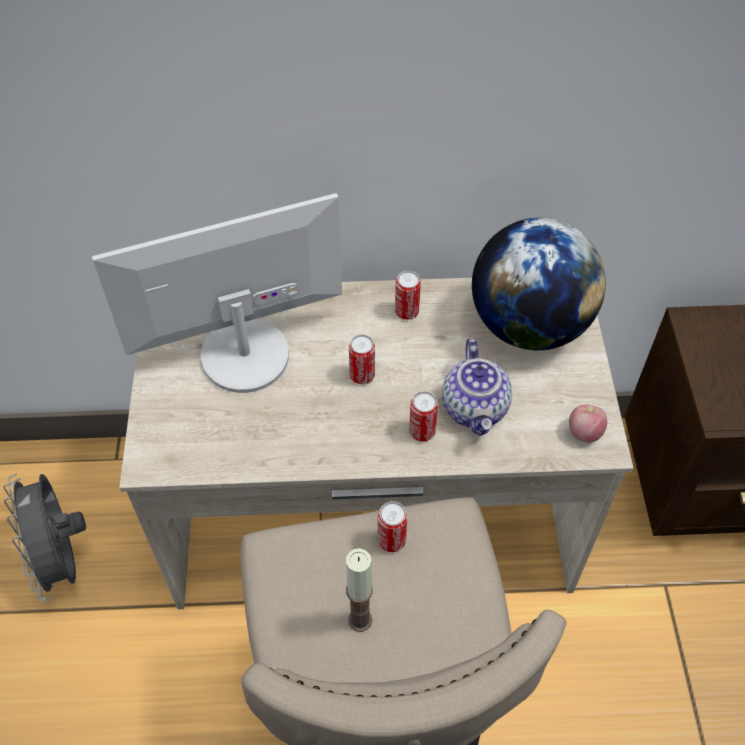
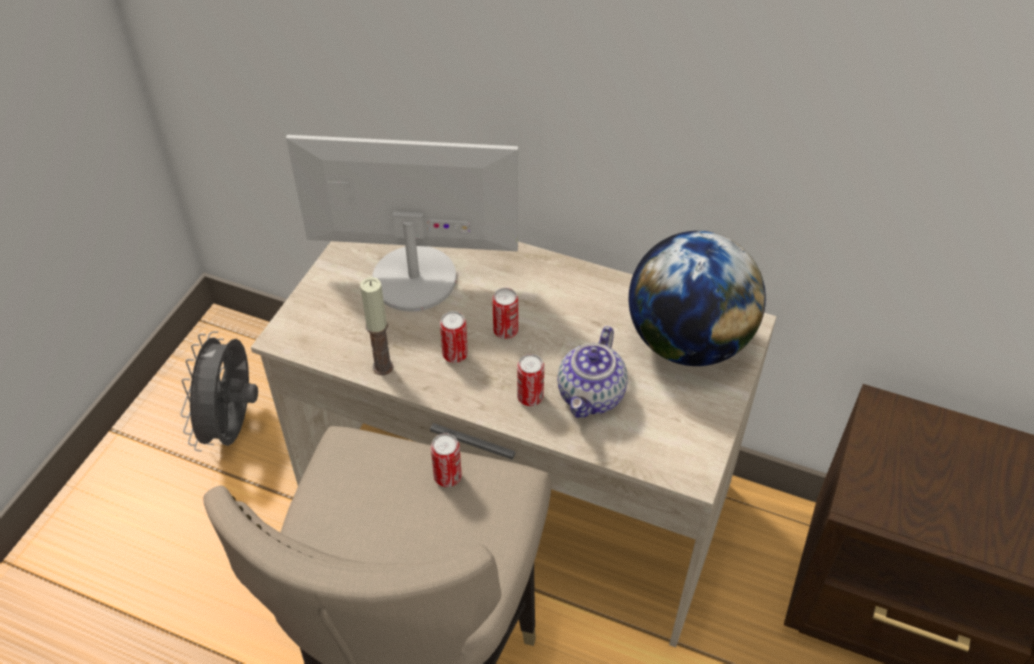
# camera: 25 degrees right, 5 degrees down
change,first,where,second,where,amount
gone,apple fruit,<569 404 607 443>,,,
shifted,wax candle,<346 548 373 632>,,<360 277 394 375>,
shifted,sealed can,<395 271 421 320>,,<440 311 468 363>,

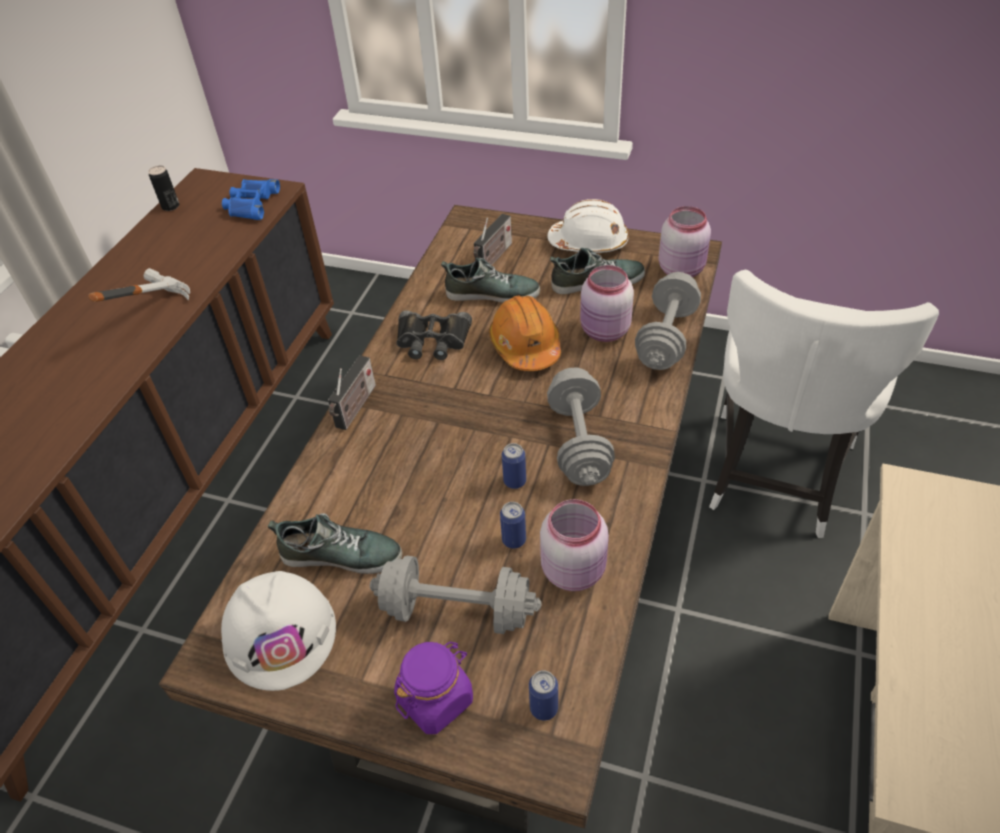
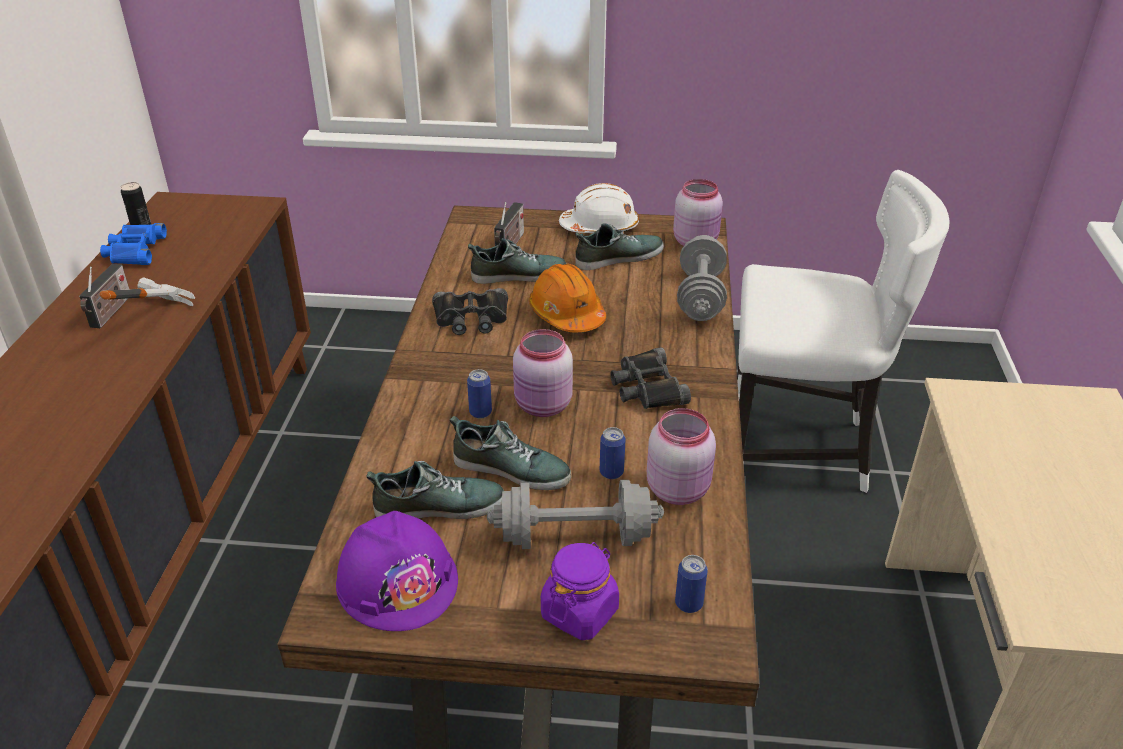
# camera: 15 degrees left, 10 degrees down
change,first,where,second,where,amount
new,,,item of footwear,<450 416 571 490>,
shifted,bluish field glasses,<222 179 280 220>,,<100 223 167 265>,
shifted,radio,<328 355 376 430>,,<79 264 130 328>,
shifted,sealed can,<502 443 526 489>,,<467 369 492 419>,
shifted,pinkish storage jar,<580 265 634 342>,,<513 329 573 417>,
swapped,gray dumbbell,<547 368 615 486>,black field glasses,<610 347 691 409>,
repainted,white-coloured work helmet,<221 571 336 691>,purplish work helmet,<336 511 458 631>,
rotated,white-coloured plain chair,<709 270 939 538>,,<737 170 950 493>,90 degrees counterclockwise

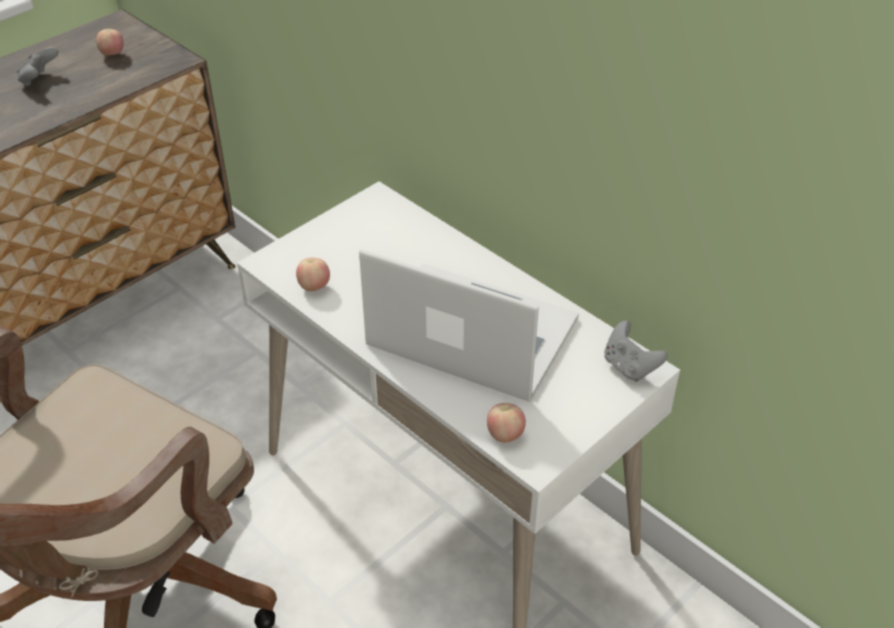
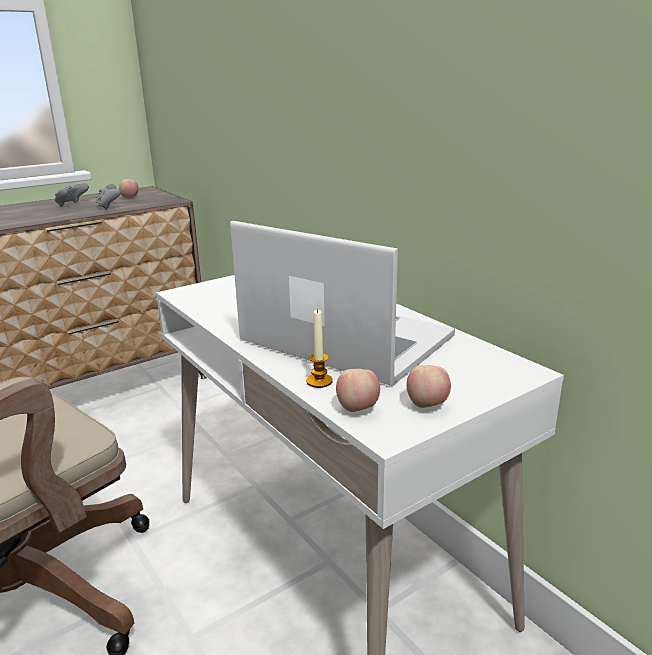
# camera: 10 degrees right, 20 degrees down
change,first,where,second,where,amount
new,,,wax candle,<306 309 333 388>,
shifted,apple fruit,<296 258 330 291>,,<407 365 451 408>,
shifted,gray gamepad,<604 321 668 382>,,<96 184 121 210>,

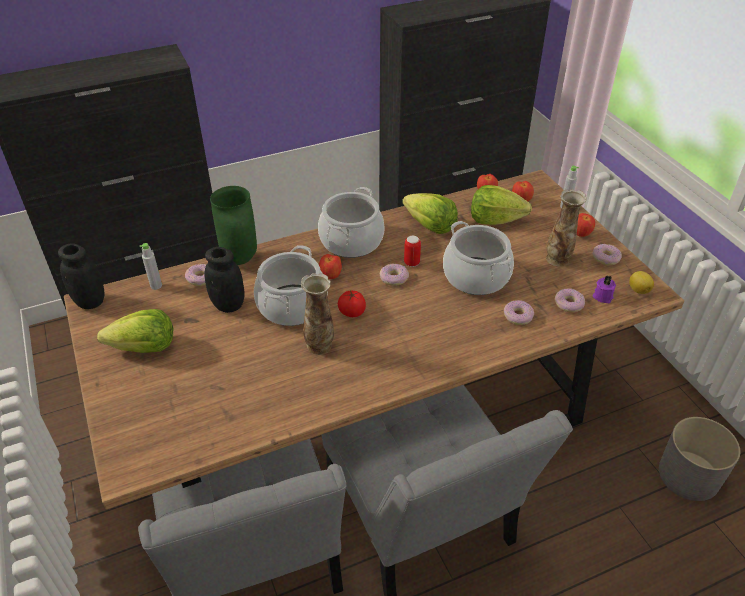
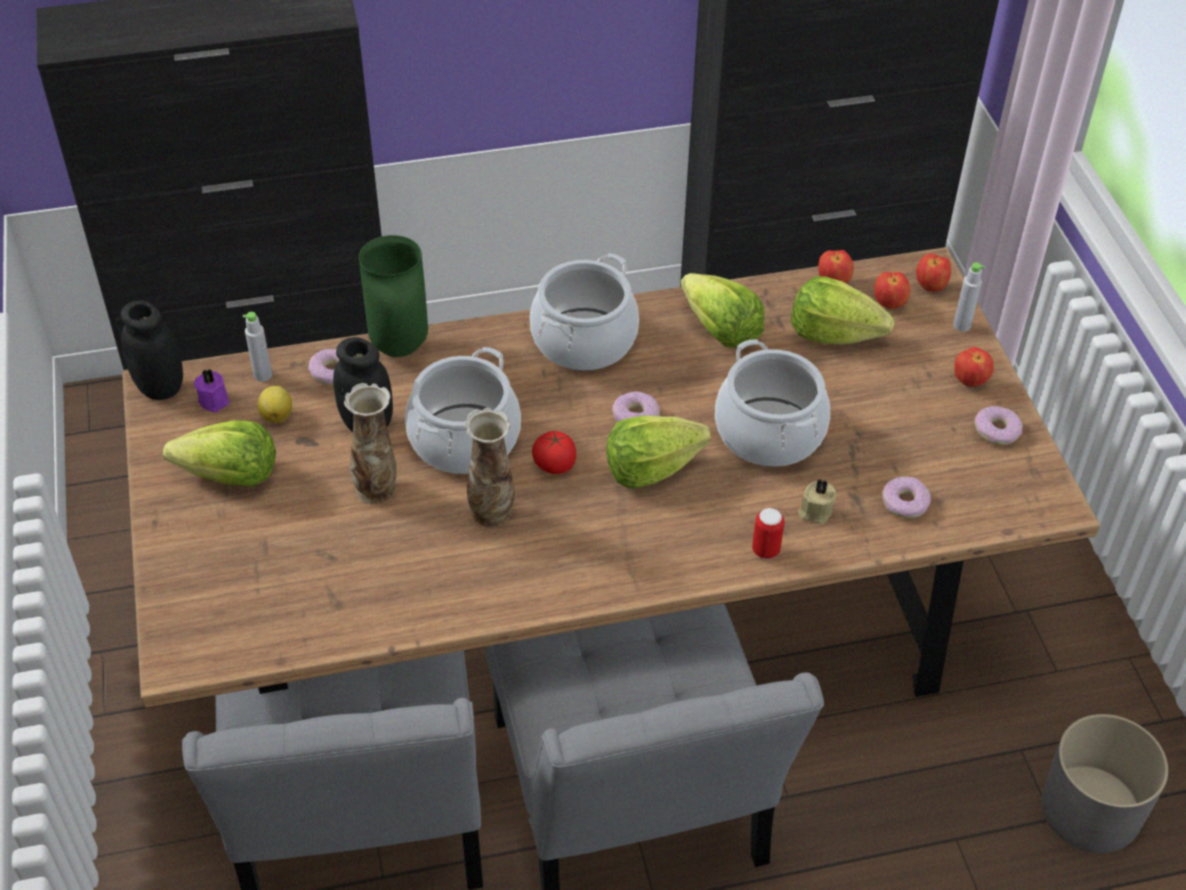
# camera: 10 degrees right, 5 degrees up
change,first,where,second,where,amount
new,,,lettuce,<606 415 711 488>,
shifted,apple fruit,<319 254 342 279>,,<916 253 951 292>,
shifted,sealed can,<404 236 421 267>,,<752 508 784 559>,
shifted,vase,<546 189 587 267>,,<344 383 397 504>,
shifted,purplish wax candle,<592 275 616 303>,,<194 369 230 412>,
shifted,citrus fruit,<629 271 654 294>,,<258 386 292 423>,
swapped,doughnut,<504 300 534 325>,beige wax candle,<798 479 836 524>,

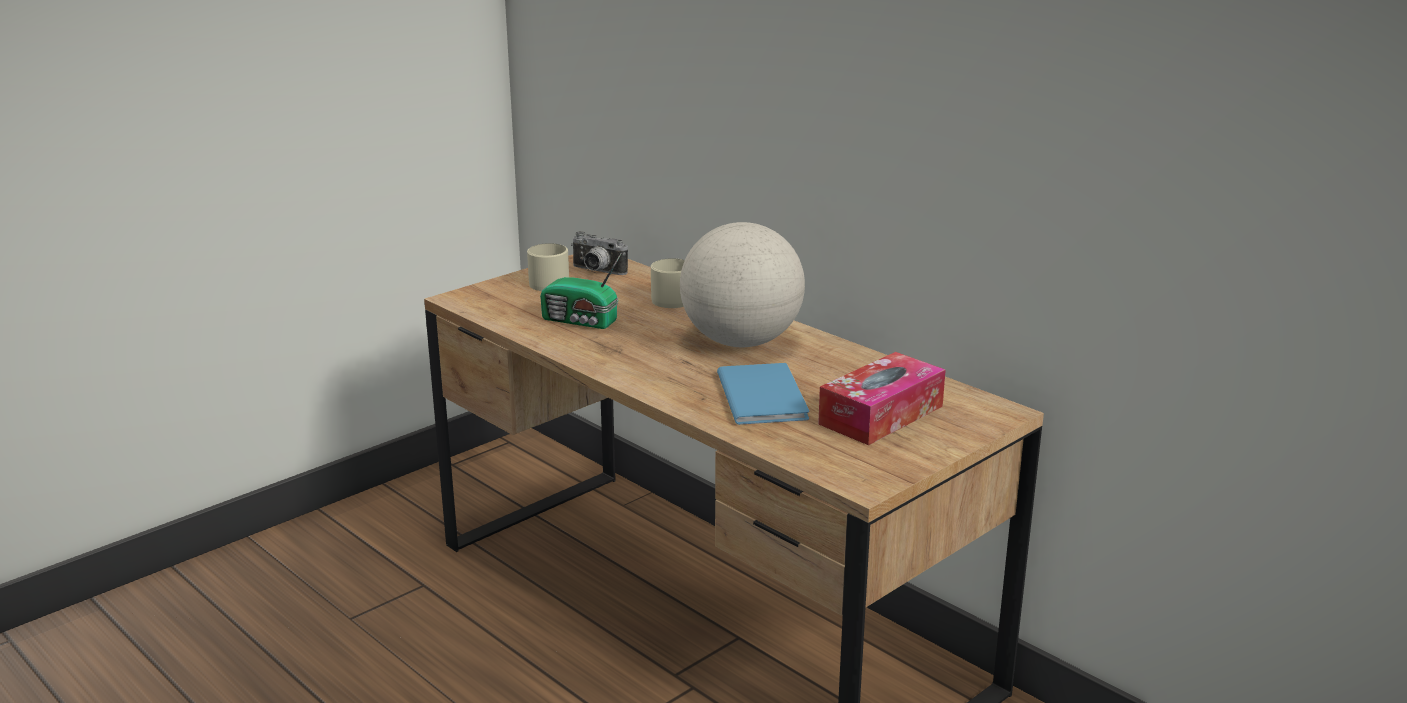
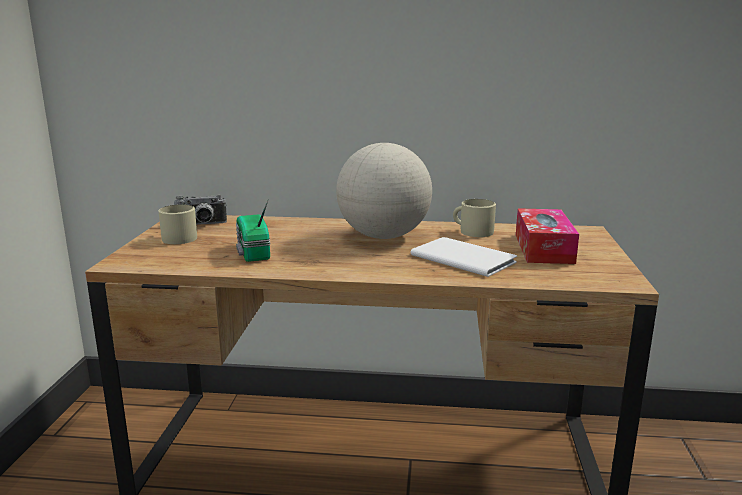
# camera: 40 degrees left, 5 degrees down
change,first,where,second,where,amount
shifted,beige tea mug,<651 258 685 308>,,<453 199 496 237>,
repainted,bluish bound book,<717 363 810 425>,white-coloured bound book,<410 237 517 277>,
rotated,radio,<540 252 622 329>,,<236 199 271 262>,90 degrees clockwise

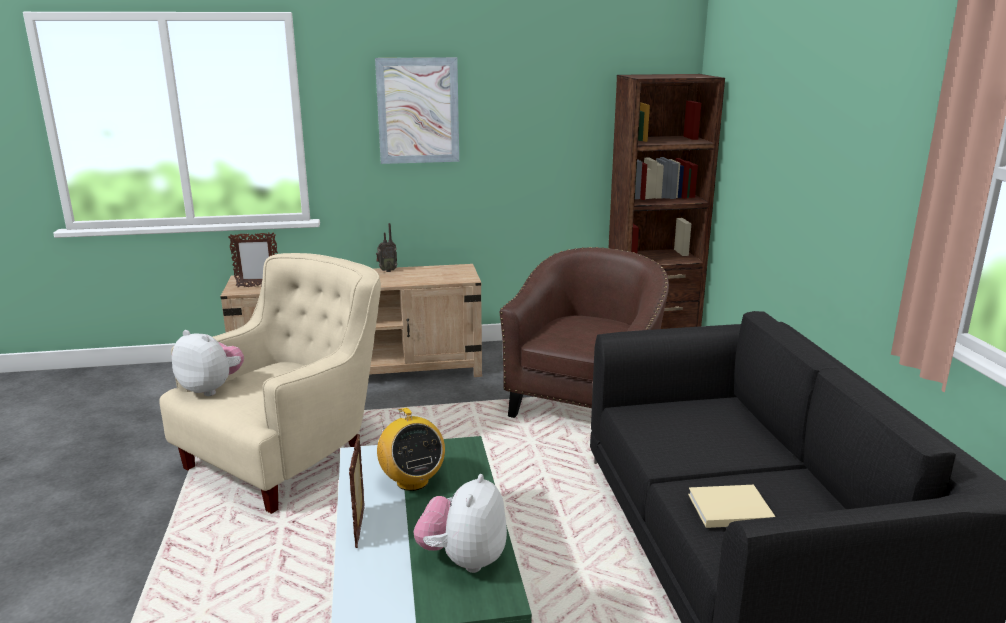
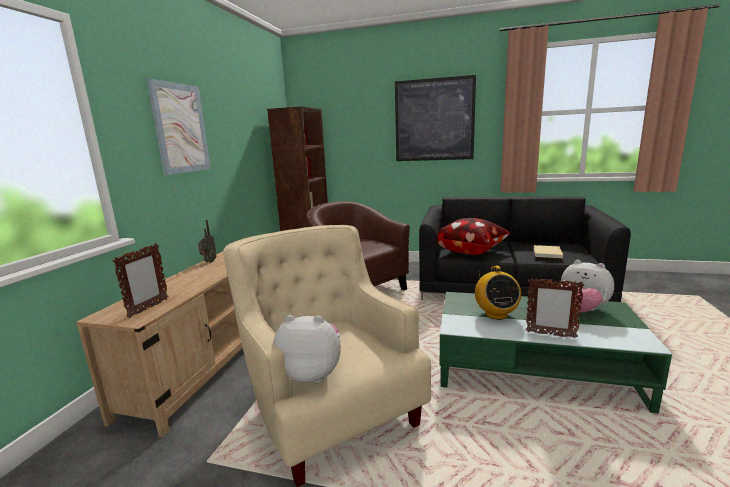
# camera: 65 degrees left, 5 degrees down
change,first,where,second,where,amount
new,,,picture,<395 75 476 161>,
new,,,cushion,<438 218 510 255>,
rotated,soft toy,<172 330 244 396>,,<273 315 341 383>,45 degrees clockwise
rotated,radio,<377 408 445 491>,,<475 266 521 320>,90 degrees clockwise

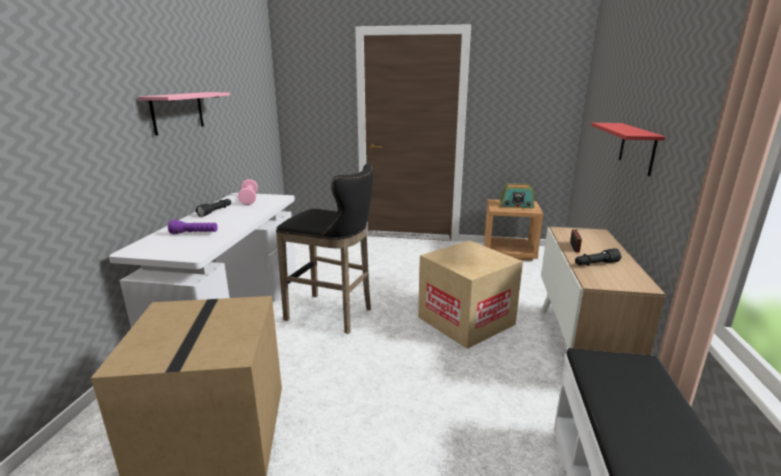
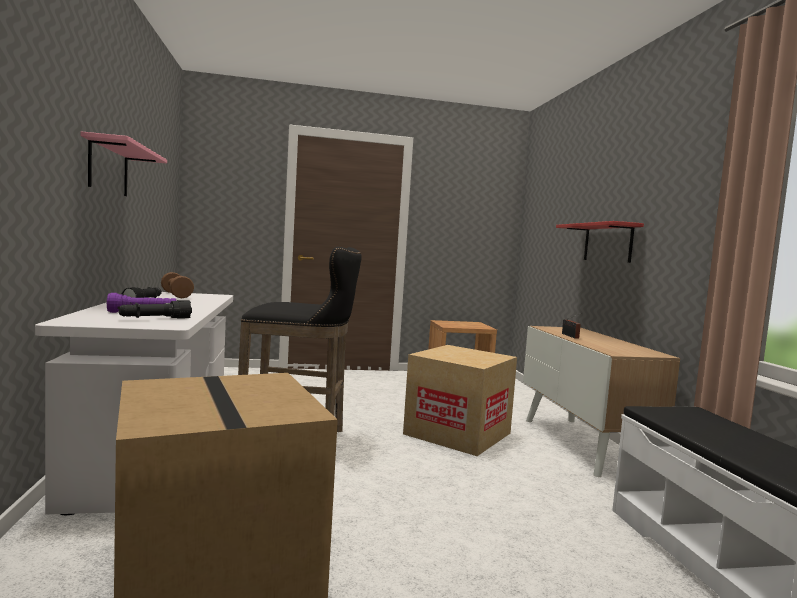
# camera: 20 degrees left, 15 degrees down
change,first,where,second,where,amount
gone,radio,<500 183 535 209>,,,
shifted,black torch,<575 248 621 266>,,<119 300 192 319>,
repainted,pinkish dumbbell,<238 179 258 205>,brownish dumbbell,<161 272 194 298>,

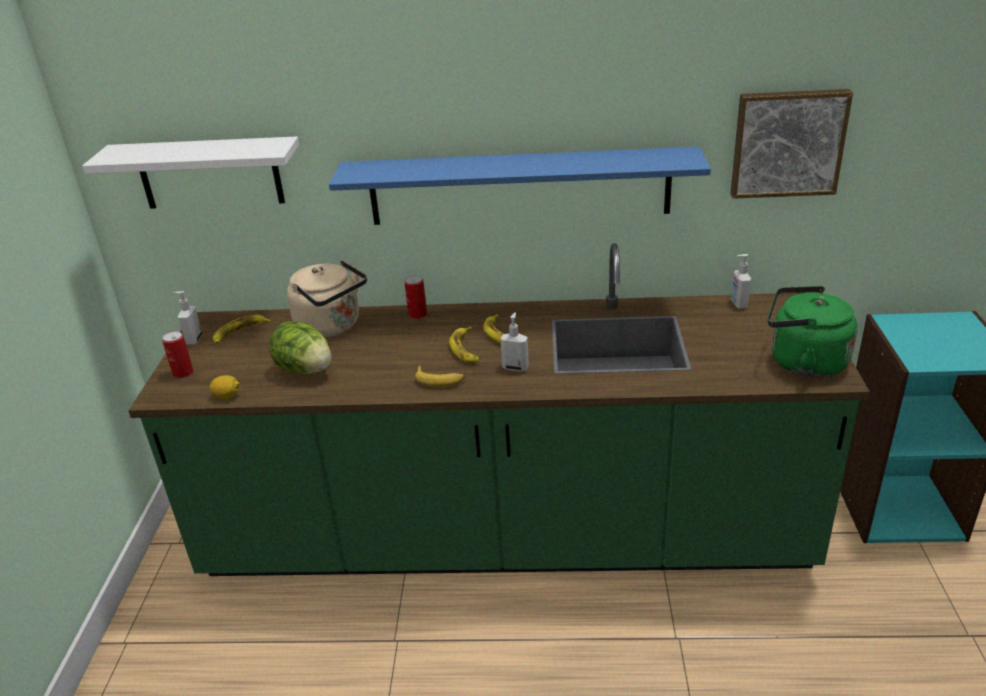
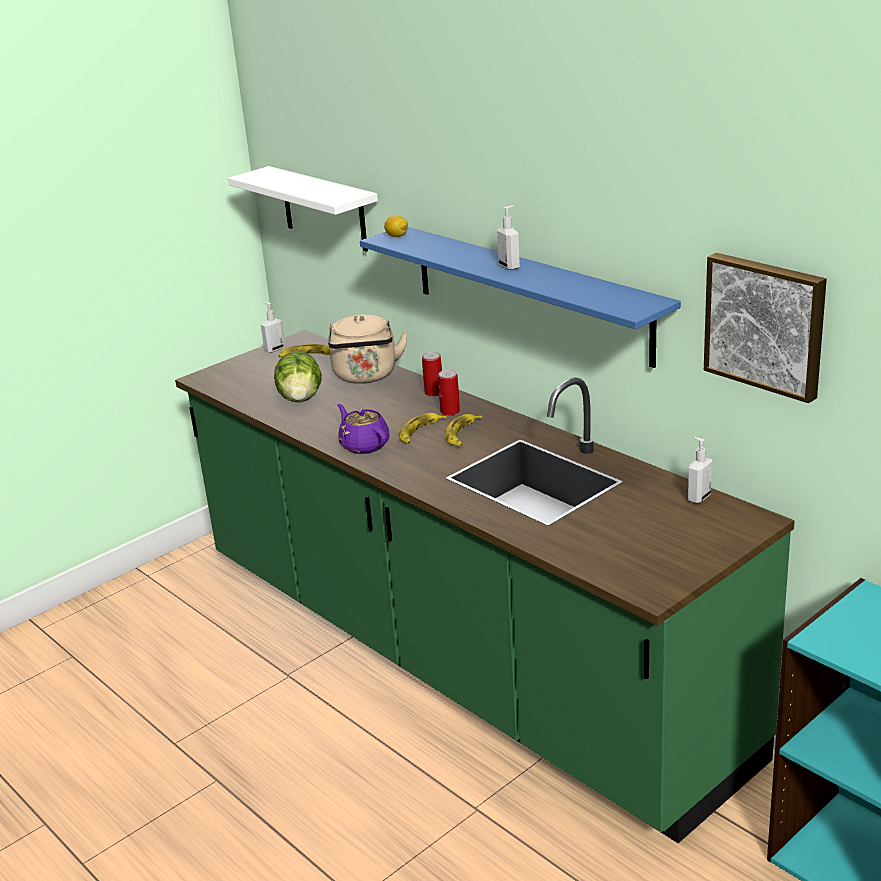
# camera: 45 degrees right, 5 degrees down
change,first,where,second,where,amount
gone,green-coloured tea kettle,<768 286 858 378>,,,
shifted,sealed can,<162 331 193 378>,,<438 370 460 416>,
shifted,citrus fruit,<210 375 240 399>,,<384 215 408 237>,
shifted,liquid soap bottle,<500 312 529 372>,,<497 205 520 270>,
swapped,banana fruit,<415 366 465 387>,purplish tea pot,<337 404 389 454>,

